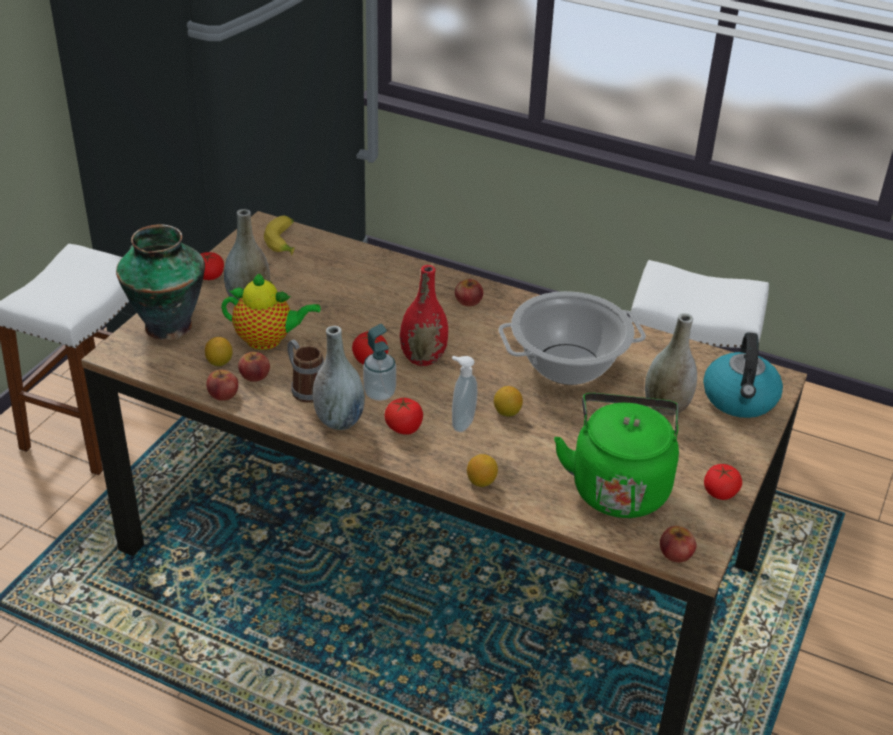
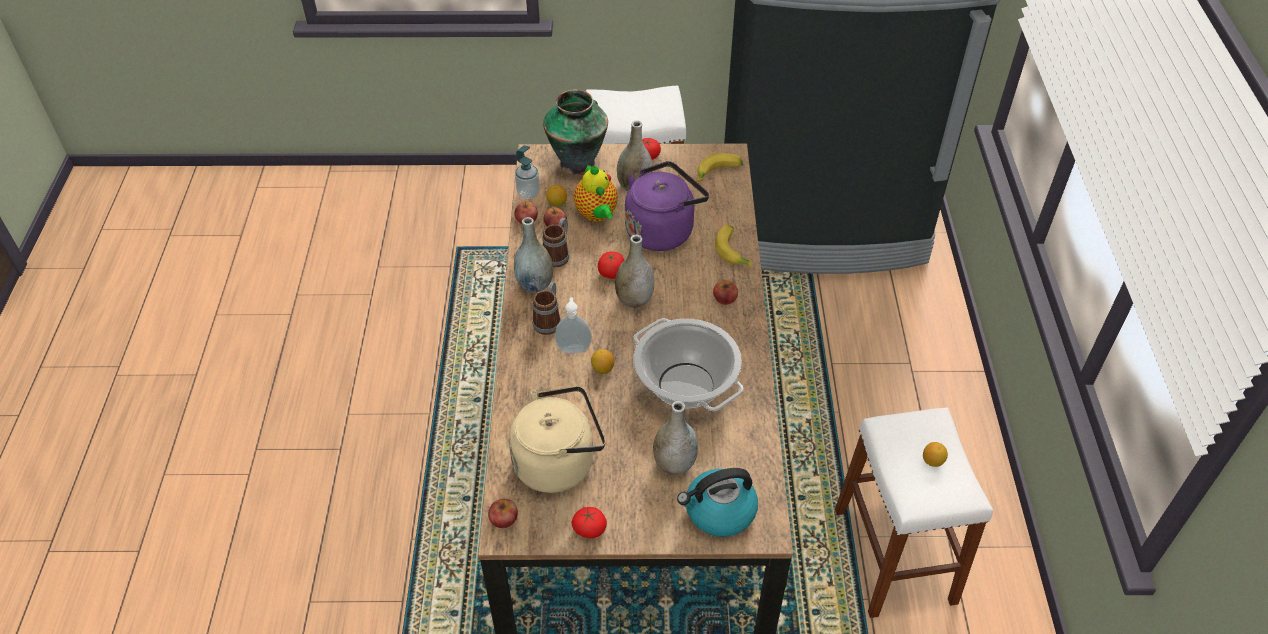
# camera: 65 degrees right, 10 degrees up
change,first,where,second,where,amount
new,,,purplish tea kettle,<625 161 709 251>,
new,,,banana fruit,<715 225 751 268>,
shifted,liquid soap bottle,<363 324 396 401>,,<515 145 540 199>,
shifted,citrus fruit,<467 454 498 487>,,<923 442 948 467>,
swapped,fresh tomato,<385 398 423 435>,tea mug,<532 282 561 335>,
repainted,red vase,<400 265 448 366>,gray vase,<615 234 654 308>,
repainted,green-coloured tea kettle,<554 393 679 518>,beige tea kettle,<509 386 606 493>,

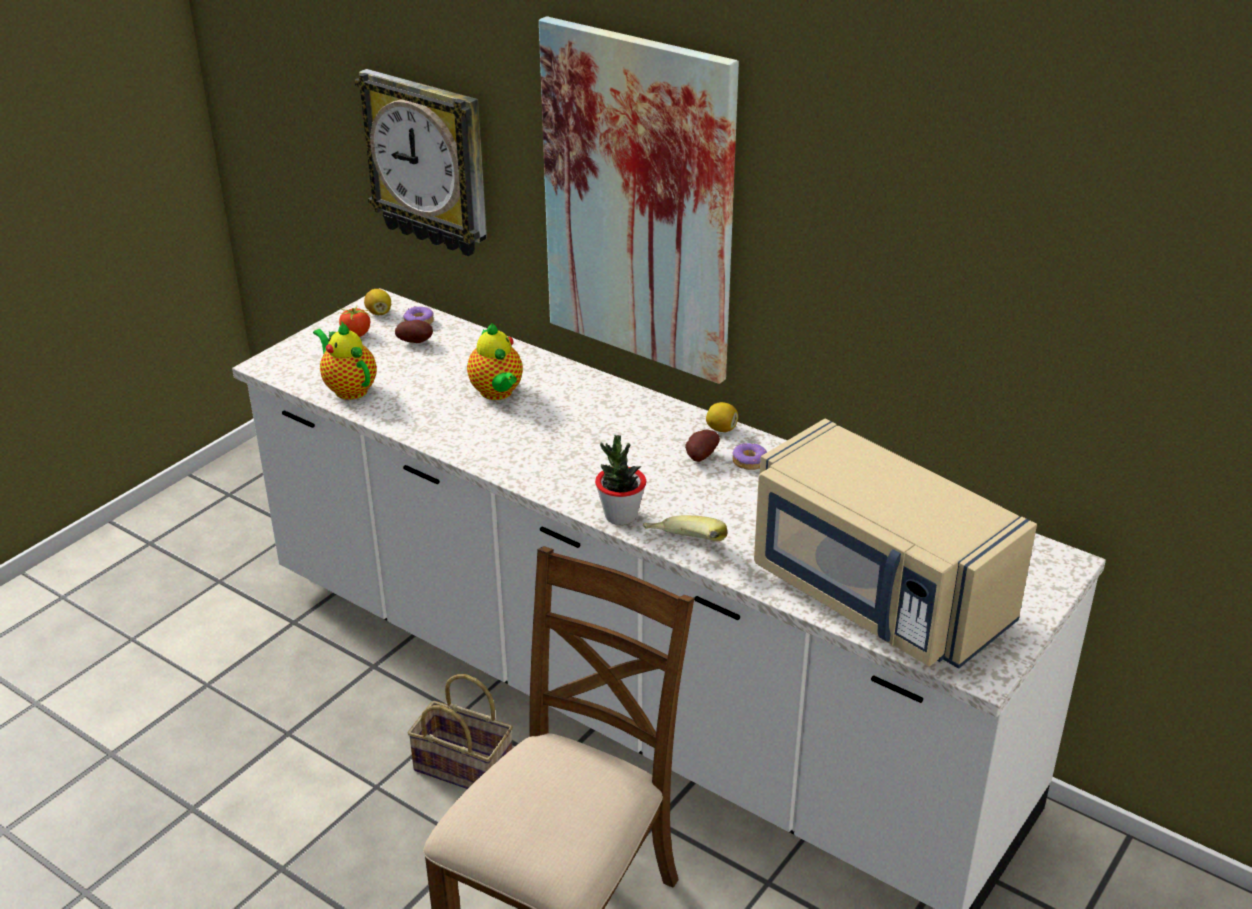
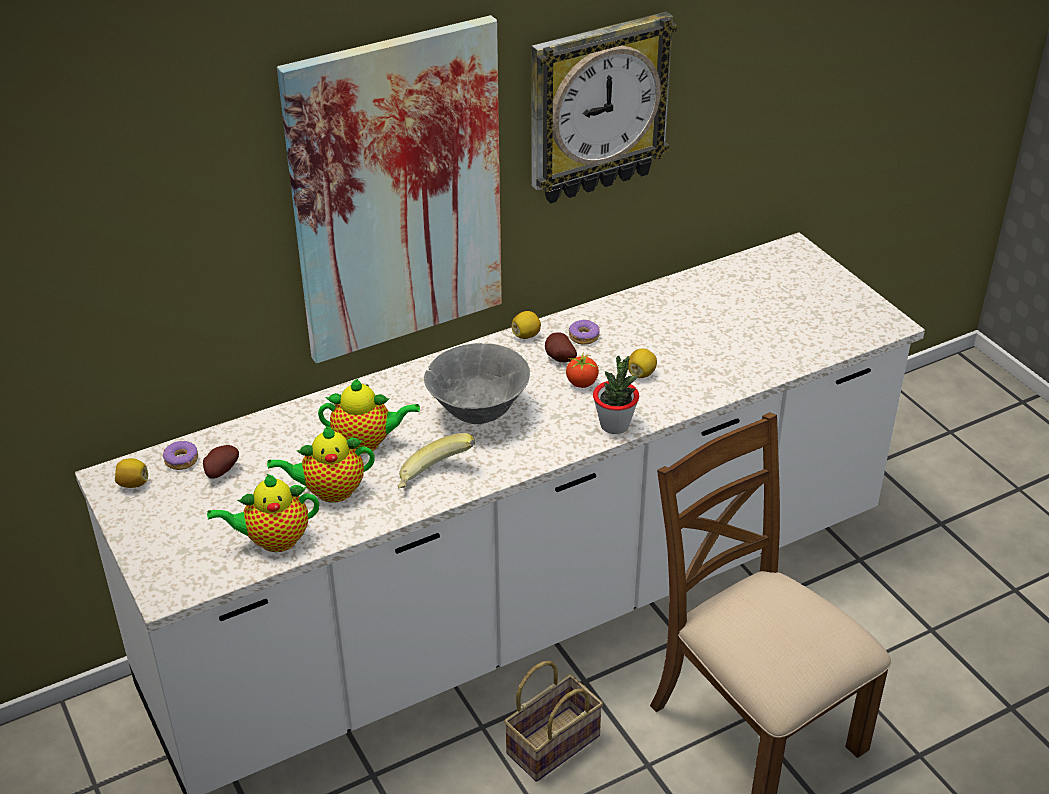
# camera: 65 degrees left, 5 degrees up
change,first,where,second,where,amount
gone,beige kitchen microwave,<754 419 1037 668>,,,
new,,,tea pot,<267 426 375 503>,
new,,,gray deep dish,<424 343 530 424>,
new,,,citrus fruit,<628 348 657 378>,
shifted,fresh tomato,<337 307 370 337>,,<566 354 599 388>,
shifted,wall clock,<355 69 487 256>,,<531 12 677 203>,
shifted,banana fruit,<643 515 727 541>,,<397 433 475 488>,

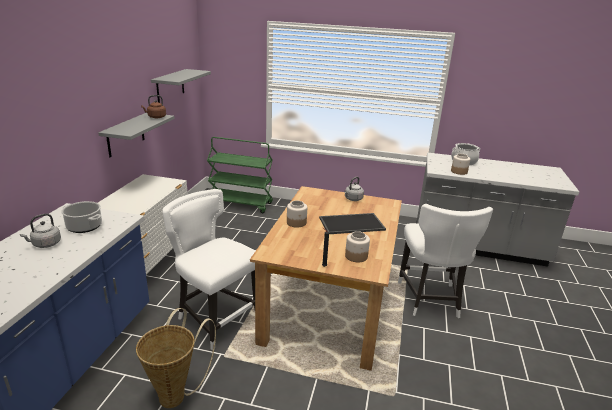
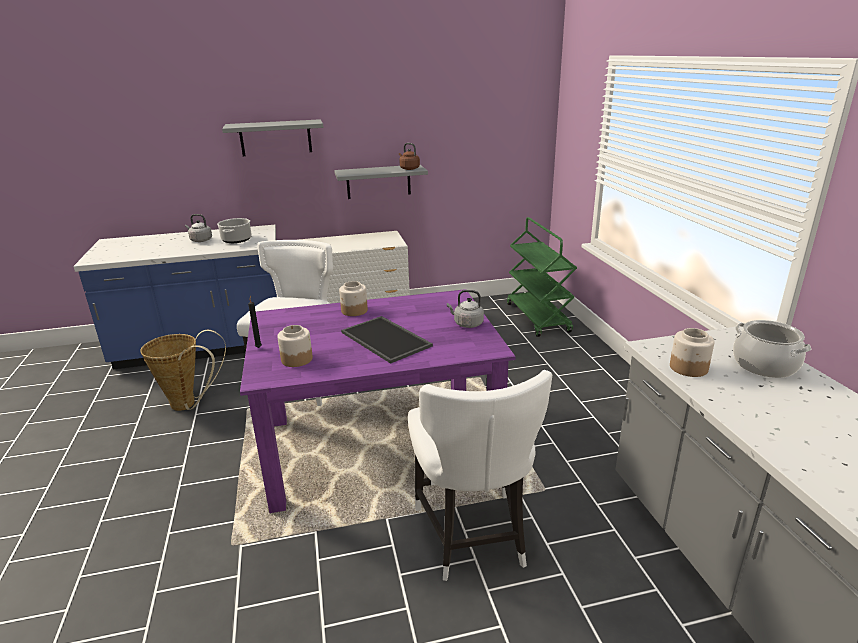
# camera: 65 degrees right, 0 degrees up
change,first,where,second,where,amount
shifted,gray shelf,<151 69 211 103>,,<222 119 324 156>,
repainted,brownish kitchen table,<250 186 402 371>,purplish kitchen table,<240 289 516 513>,
rotated,white-coloured plain chair,<398 204 493 318>,,<408 370 552 581>,75 degrees counterclockwise

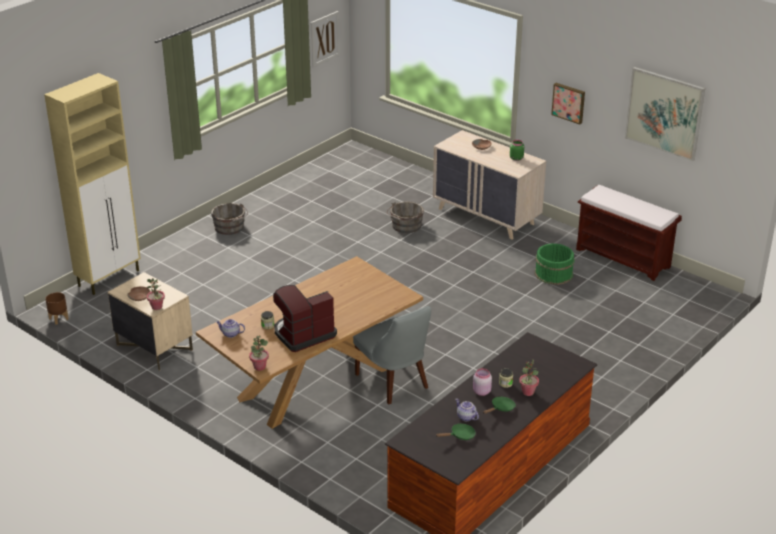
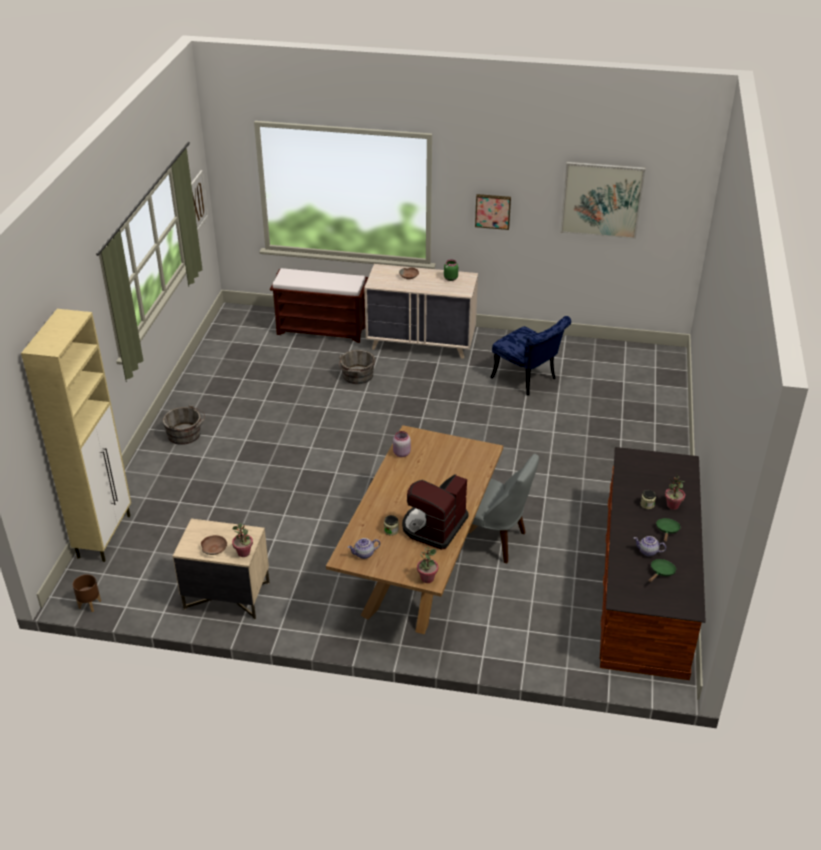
# camera: 30 degrees left, 5 degrees up
change,first,where,second,where,amount
shifted,pinkish storage jar,<473 368 492 396>,,<393 431 411 457>,
shifted,brownish long seat,<576 185 682 281>,,<270 268 368 343>,
swapped,green-coloured pail,<535 243 575 285>,bluish plain chair,<490 316 571 395>,

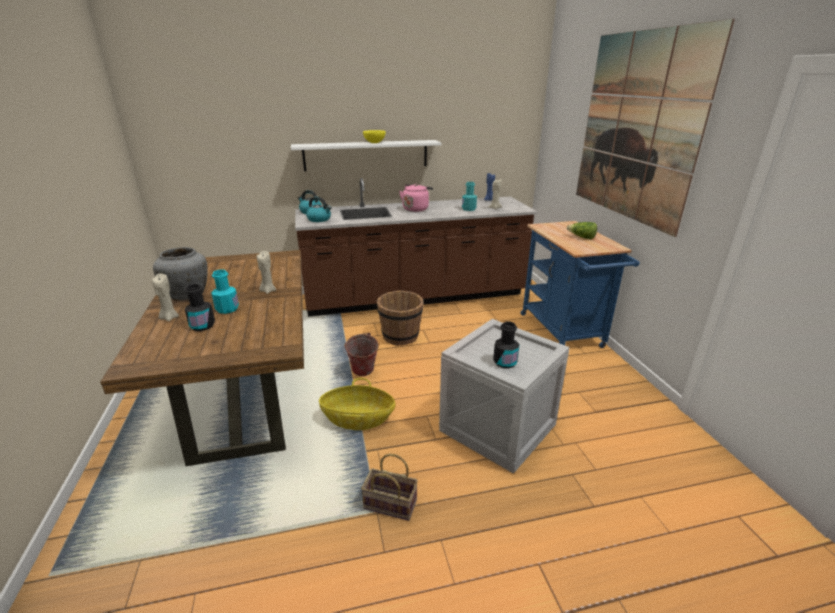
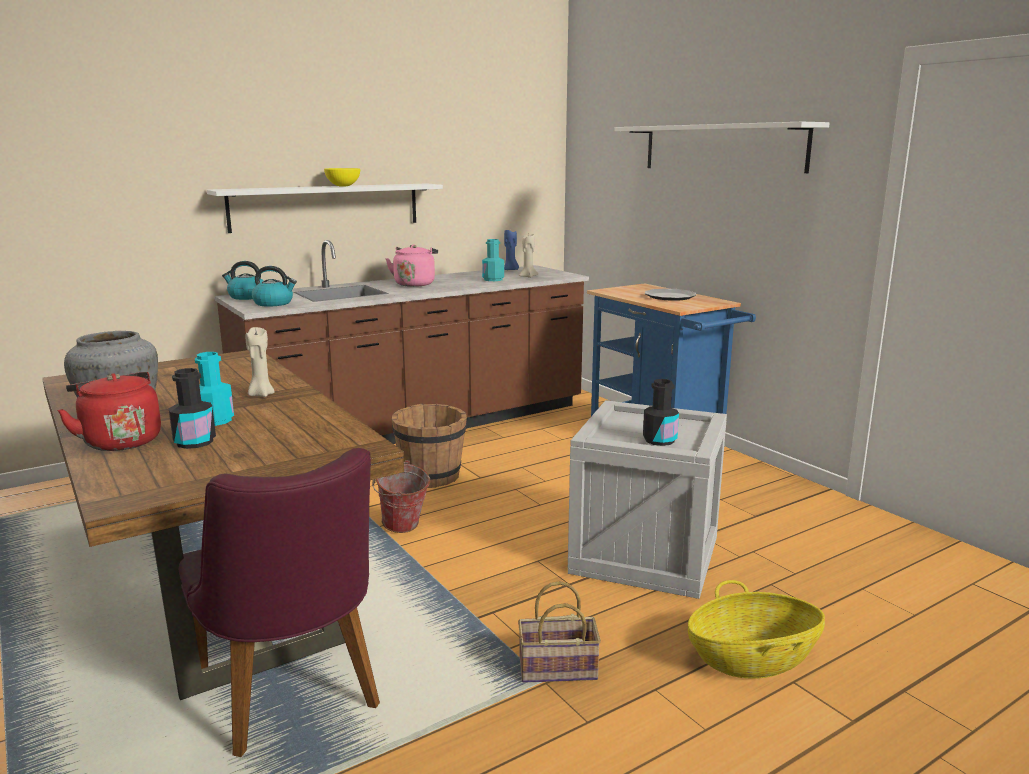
# camera: 20 degrees left, 10 degrees down
change,first,where,second,where,amount
new,,,purplish plain chair,<179 448 380 757>,
shifted,household basket,<319 378 395 430>,,<688 580 825 679>,
swapped,beige wax candle,<151 274 179 321>,red tea kettle,<57 372 161 451>,
swapped,lettuce,<567 222 597 239>,dinner plate,<645 288 696 301>,
swapped,picture,<576 19 735 237>,white-coloured shelf,<614 122 830 173>,

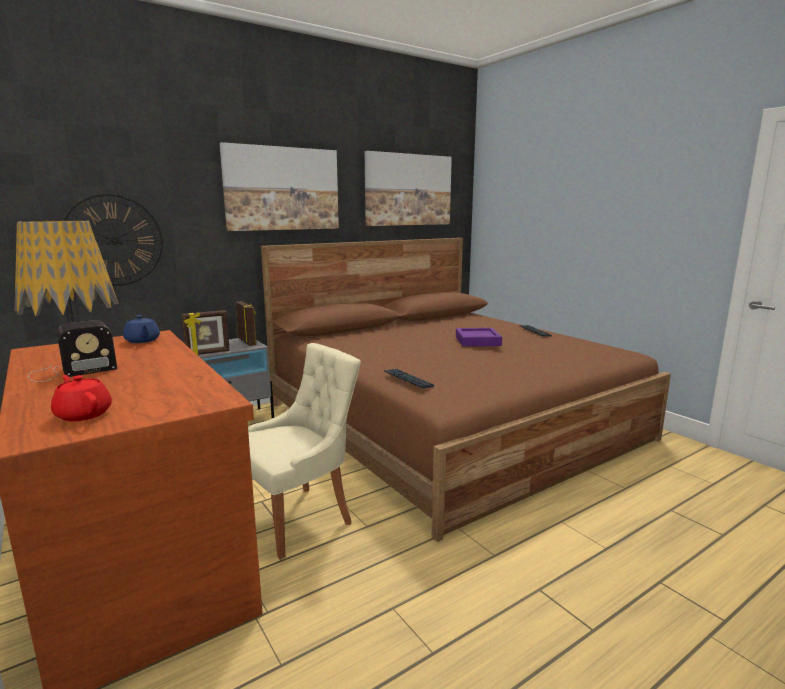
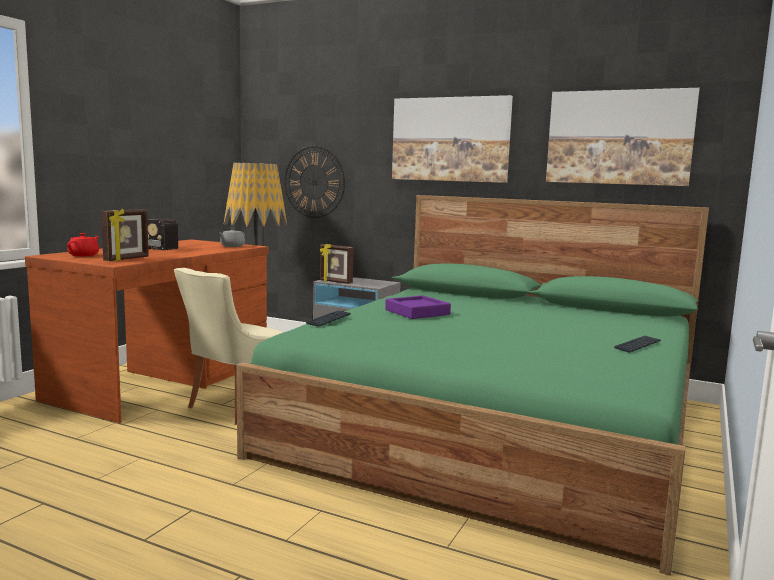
# camera: 60 degrees right, 5 degrees down
change,first,where,second,where,amount
shifted,photo frame,<236 301 257 346>,,<101 209 149 261>,
shifted,purplish tray,<456 328 502 347>,,<385 295 451 319>,
repainted,bluish tea pot,<123 315 160 343>,gray tea pot,<219 227 245 247>,
repainted,brownish sleeping bed,<261 238 671 542>,green-coloured sleeping bed,<236 195 709 575>,
rotated,beige plain chair,<248 343 361 560>,,<174 268 283 425>,105 degrees clockwise

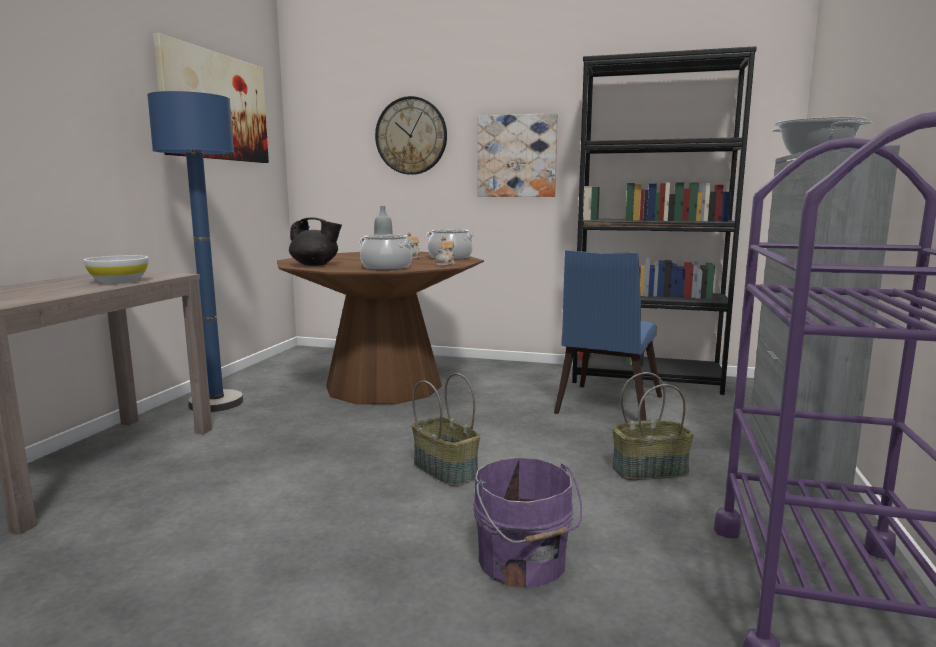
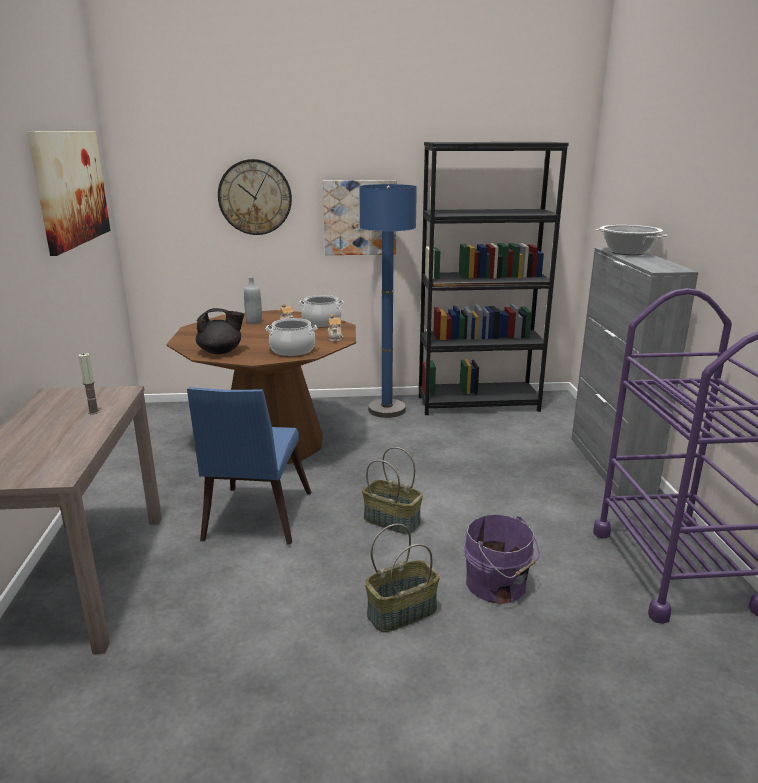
# camera: 20 degrees left, 10 degrees up
change,first,where,second,where,amount
shifted,bluish floor lamp,<147 91 243 412>,,<359 184 417 418>,
shifted,bluish plain chair,<554 250 662 421>,,<187 387 311 544>,
shifted,household basket,<612 372 694 480>,,<365 524 440 632>,
swapped,white-coloured deep dish,<84 255 149 284>,wax candle,<78 353 100 414>,

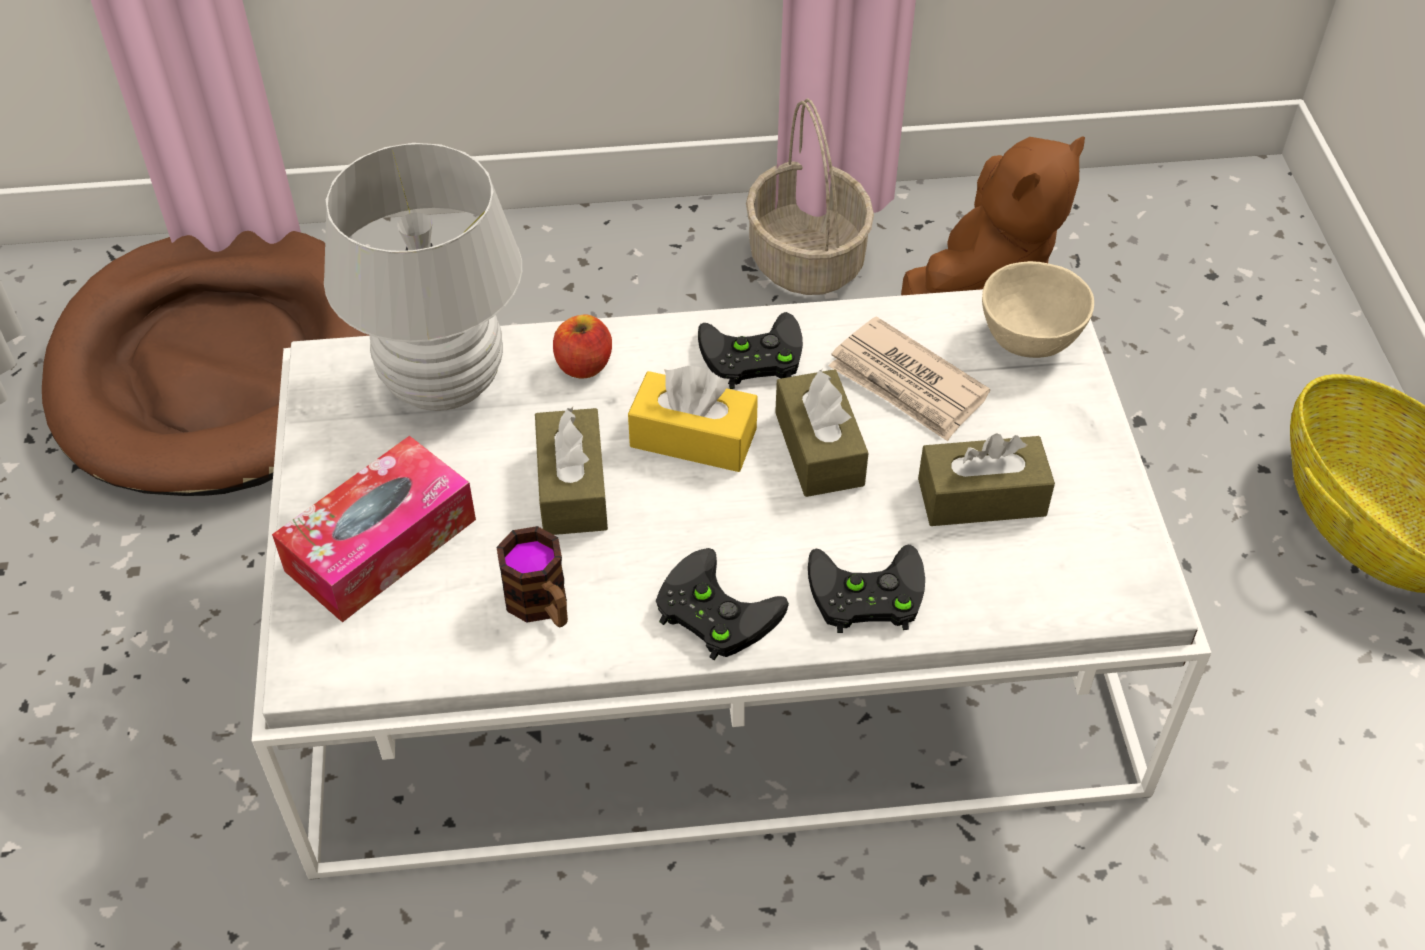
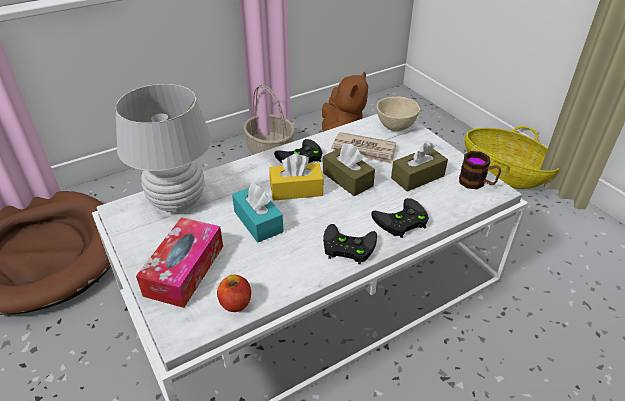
# camera: 25 degrees left, 10 degrees down
change,first,where,second,where,amount
shifted,tea mug,<497 526 568 628>,,<459 151 501 189>,
shifted,apple fruit,<553 314 612 379>,,<217 275 251 312>,
repainted,brownish tissue holder,<535 407 608 535>,turquoise-coloured tissue holder,<232 183 284 243>,

